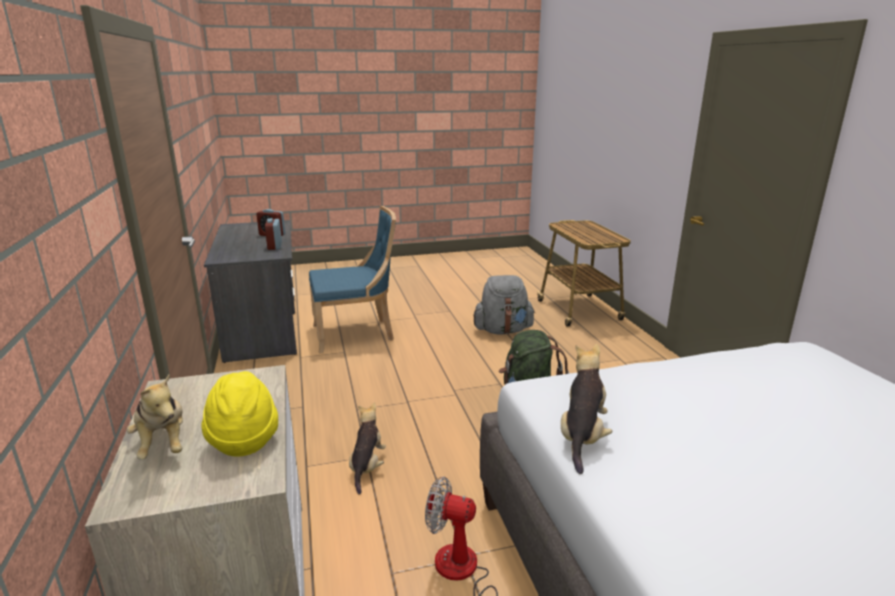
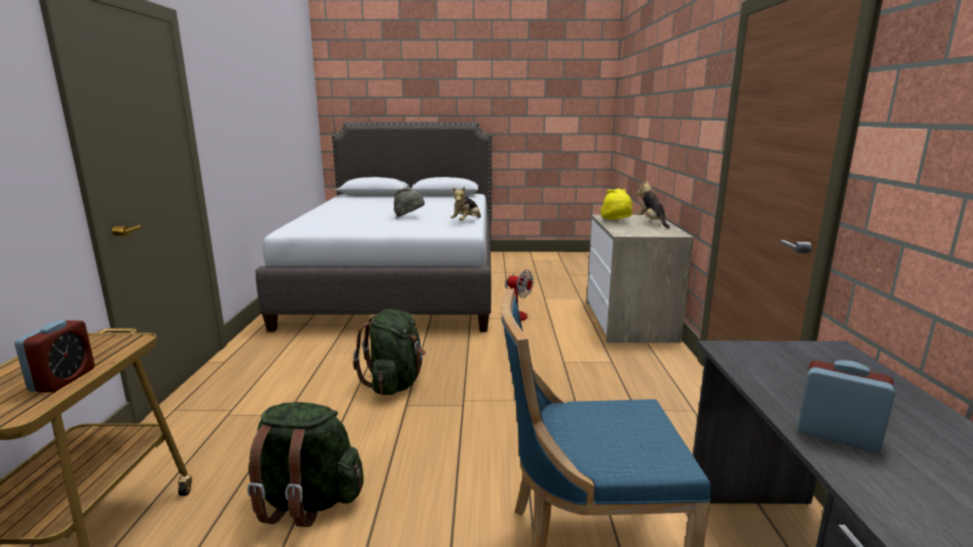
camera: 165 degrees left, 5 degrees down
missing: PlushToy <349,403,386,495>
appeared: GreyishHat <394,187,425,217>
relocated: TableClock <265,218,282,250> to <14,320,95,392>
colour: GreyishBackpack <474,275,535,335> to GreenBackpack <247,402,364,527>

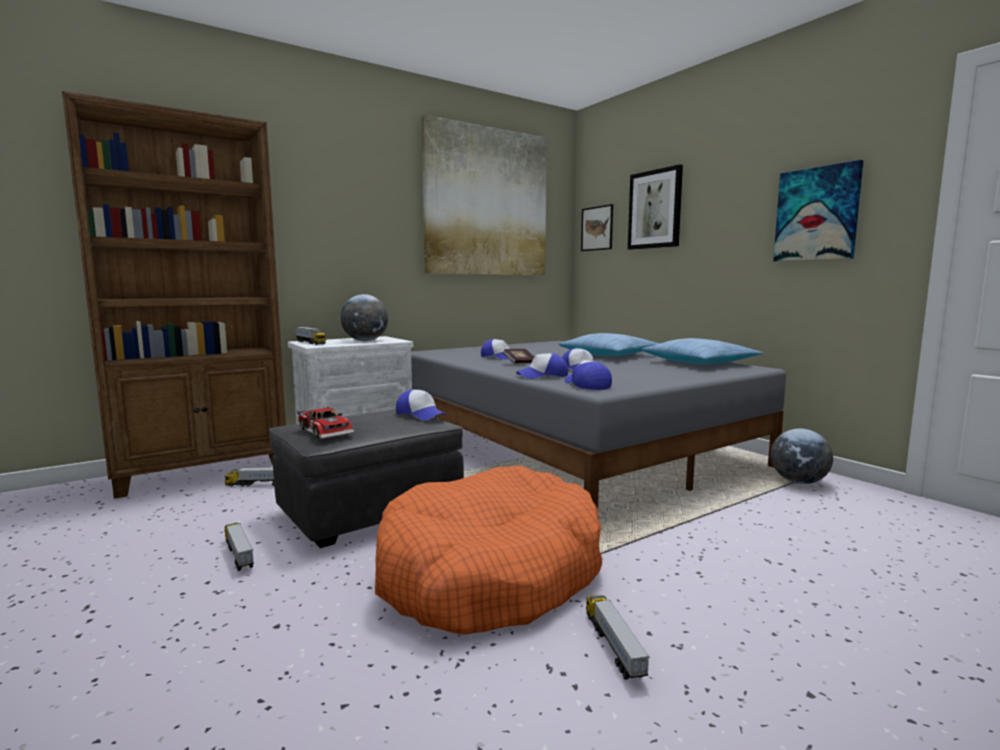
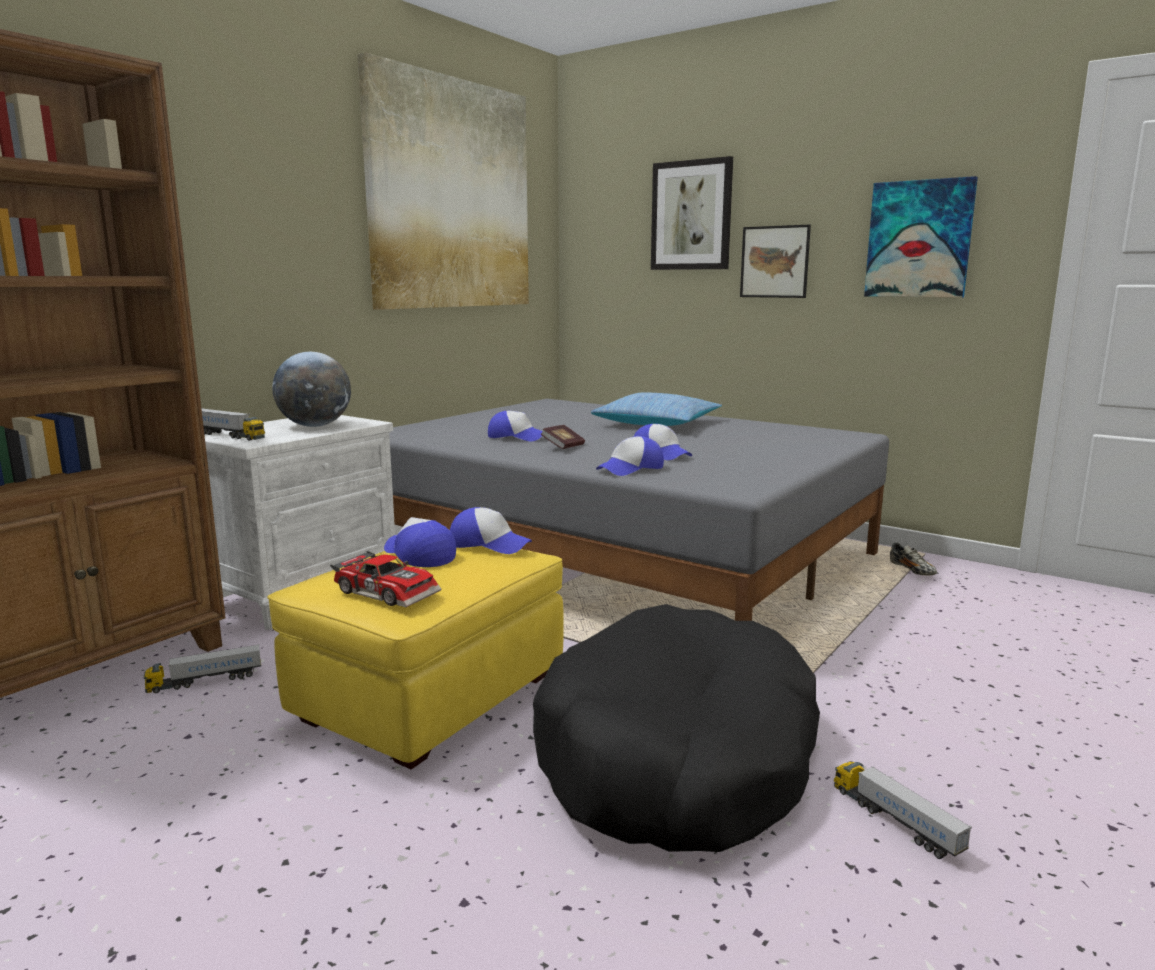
camera: 20 degrees left, 5 degrees up
missing: ToyTruck <224,522,254,571>; Pillow <642,338,763,364>
relocated: BaseballCap <565,360,612,390> to <384,517,456,567>; Picture <581,204,613,251> to <740,225,811,298>
exchanged: DeskGlobe <771,429,833,484> to Shoe <890,542,937,576>
colour: GreyishPouffe <269,410,464,548> to YellowPouffe <267,546,564,770>; OrangeyDogBed <375,466,602,635> to BlackishDogBed <533,604,820,852>

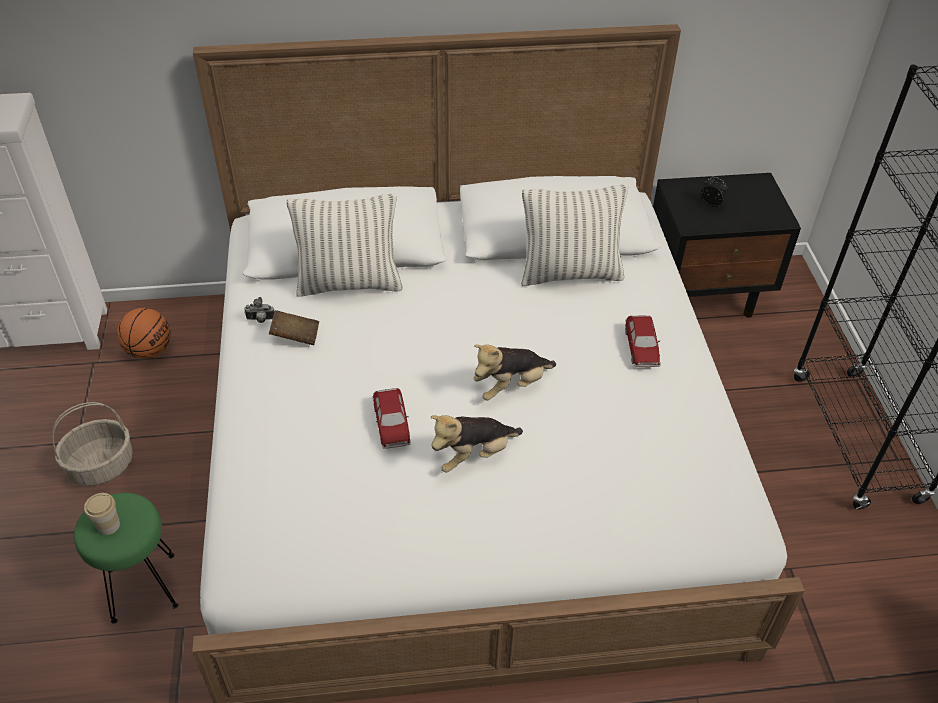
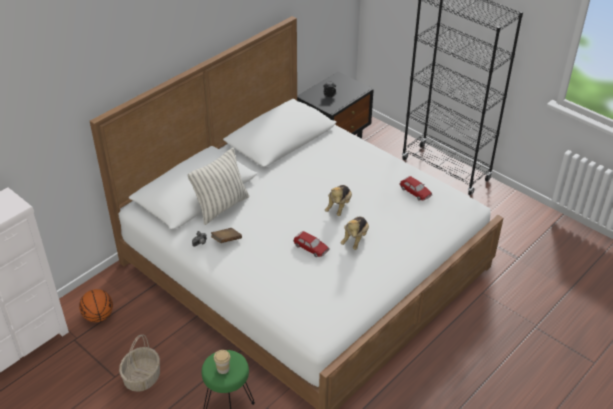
camera: 40 degrees left, 5 degrees down
missing: Pillow <521,184,628,286>
relocated: MiniatureCar <625,316,660,367> to <399,176,433,201>

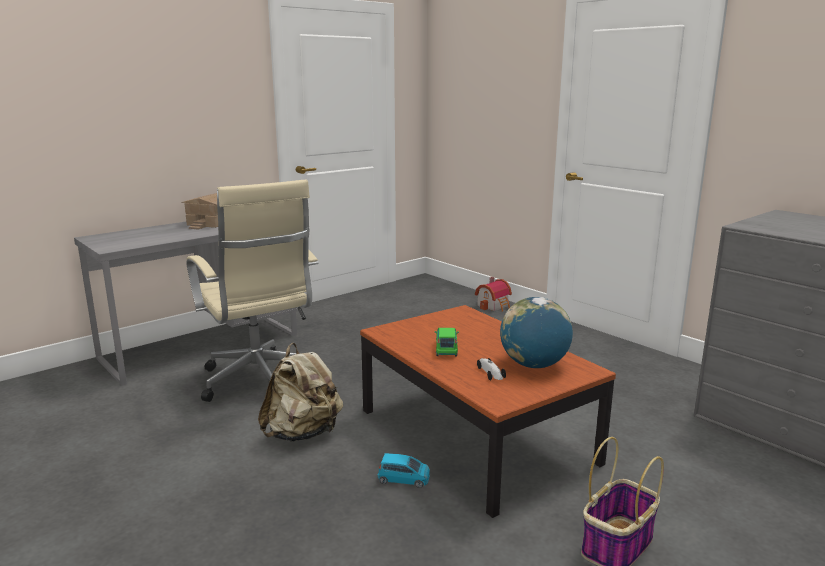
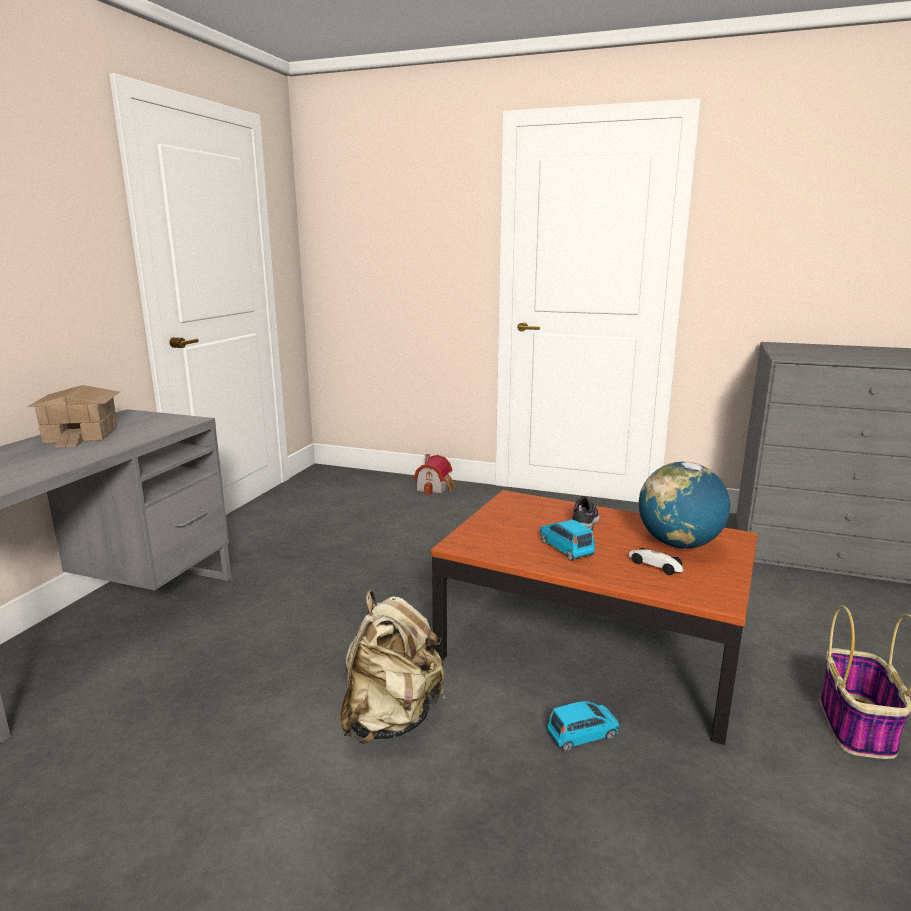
camera: 30 degrees left, 0 degrees up
missing: BeigeColouredDeskChair <186,180,319,402>
appeared: Shoe <572,496,600,531>
colour: GreenMiniatureCar <435,328,459,356> to BluishMiniatureCar <540,520,595,561>

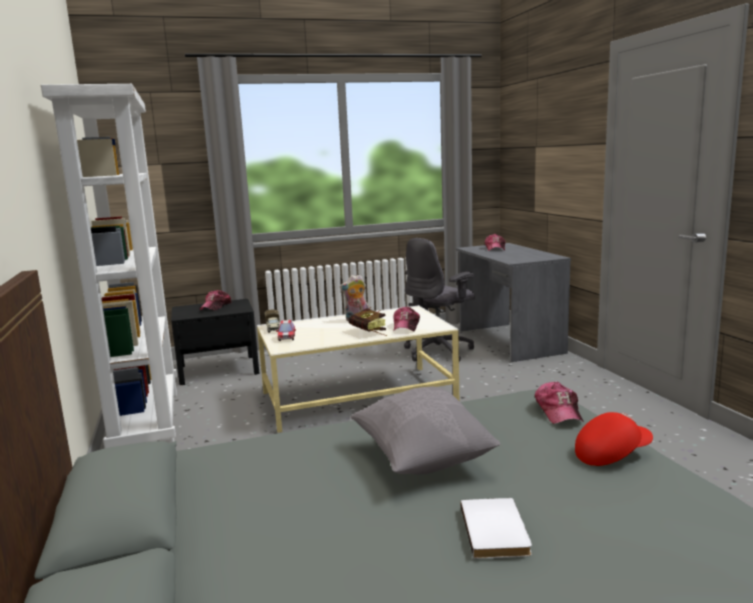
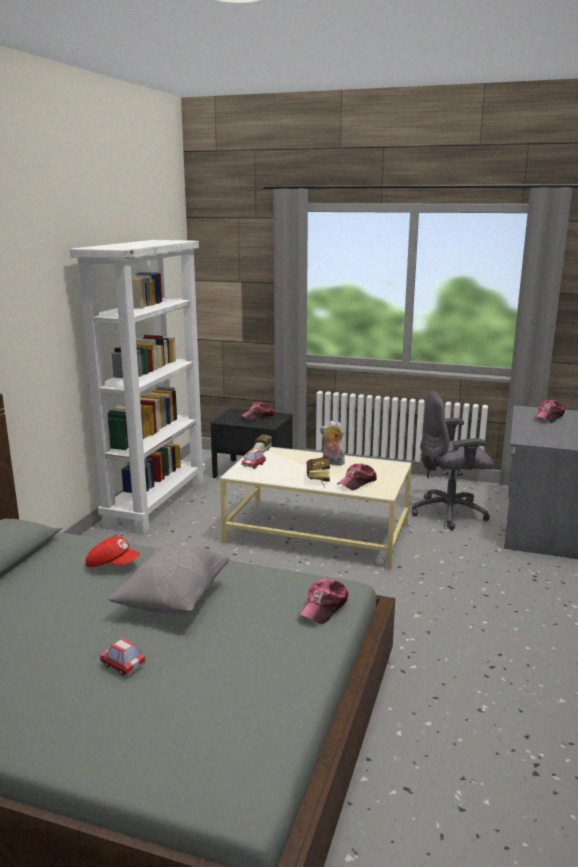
camera: 35 degrees right, 5 degrees up
relocated: RedColouredBaseballCap <575,412,653,466> to <86,536,140,567>
exchanged: WhiteVolume <460,498,532,559> to MiniatureCar <100,638,146,676>

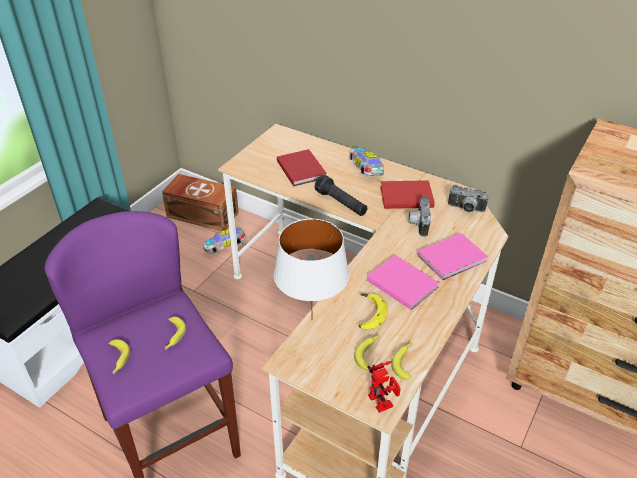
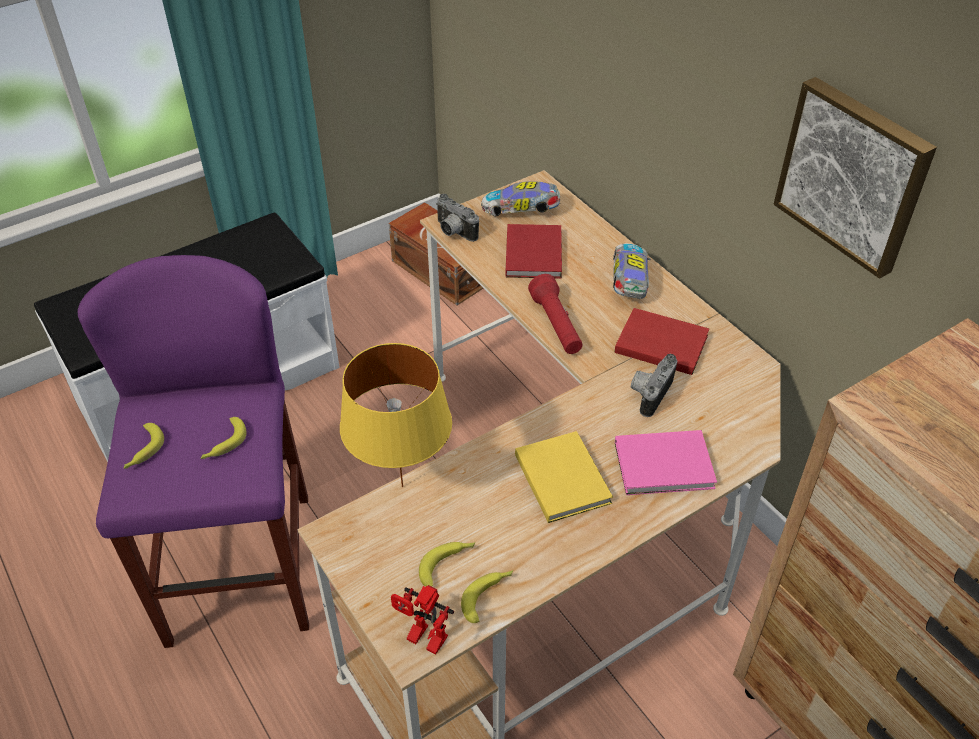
camera: 25 degrees right, 5 degrees up
missing: BananaFruit <359,293,388,330>
appeared: Picture <774,77,937,278>
relocated: StillCamera <448,185,489,212> to <436,194,479,242>; MiniatureCar <203,227,246,253> to <481,181,560,216>
colour: WhiteTableLamp <274,219,349,320> to YellowTableLamp <340,343,452,487>; PinkColouredVolume <367,255,440,310> to YellowVolume <515,431,613,523>; BlackishTorch <315,175,367,216> to RedColouredTorch <528,274,582,354>
spun: ToyRobot <367,361,401,413> = <391,585,454,655> 120 degrees clockwise

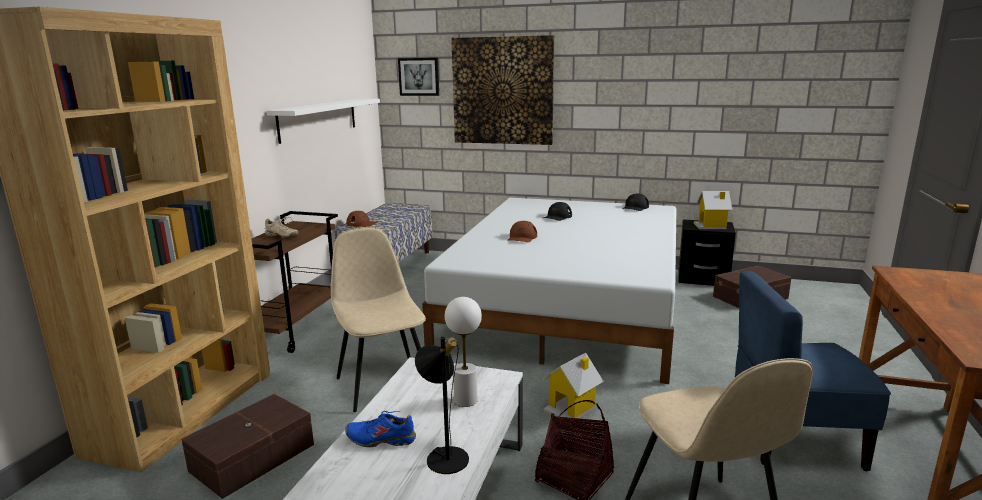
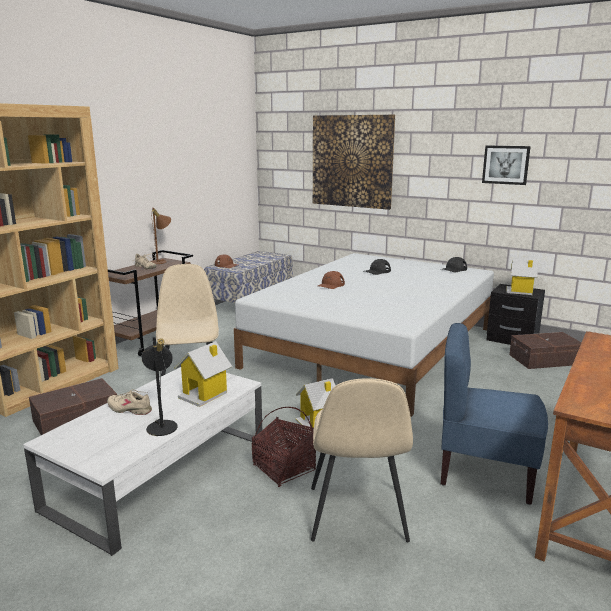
camera: 15 degrees right, 0 degrees up
missing: WhiteShelf <267,99,380,144>
appeared: BrownTableLamp <151,208,171,264>
relocated: Picture <398,58,439,96> to <482,145,531,185>
exchanged: WhiteTableLamp <445,297,482,407> to MiniatureHouse <175,341,232,407>
colour: BluishShoe <345,411,416,447> to BeigeColouredShoe <107,390,152,415>

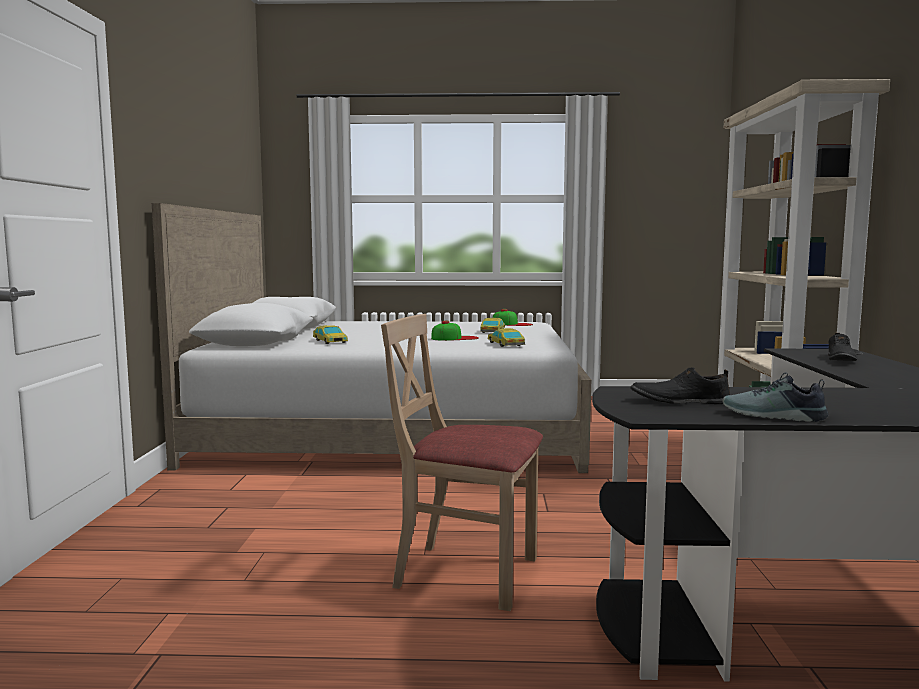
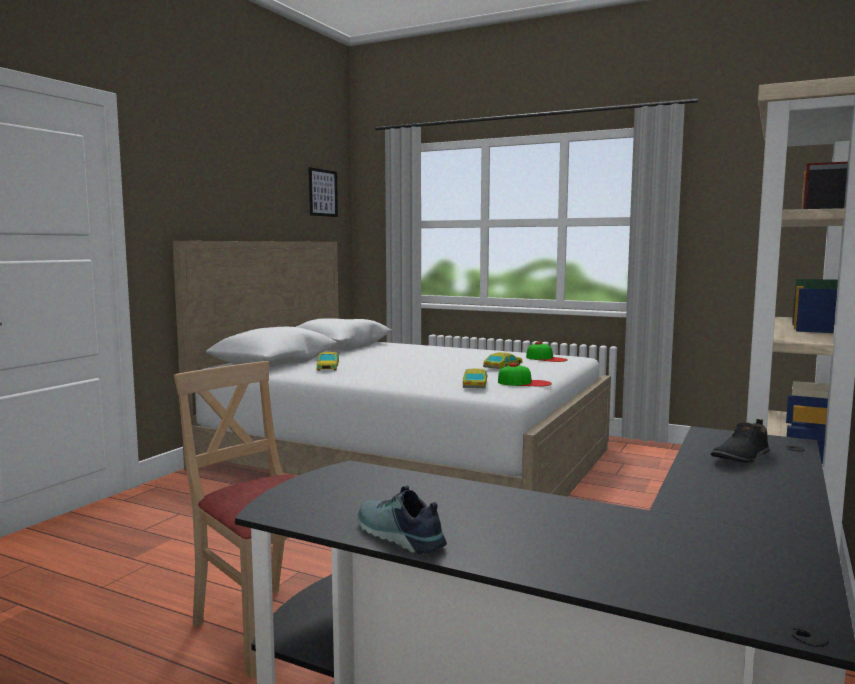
camera: 25 degrees right, 0 degrees up
missing: BlackishShoe <630,367,730,404>
appeared: Picture <309,167,338,217>
relocated: BaseballCap <431,321,479,341> to <498,363,552,386>

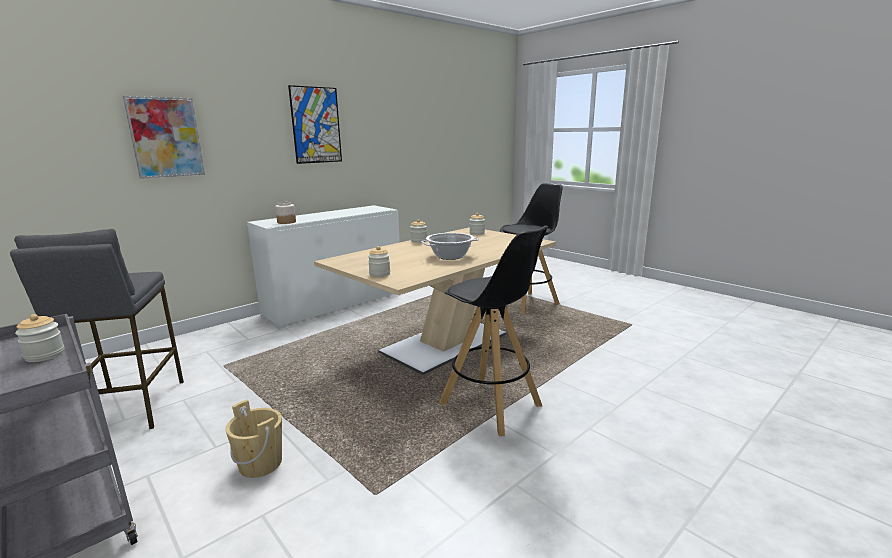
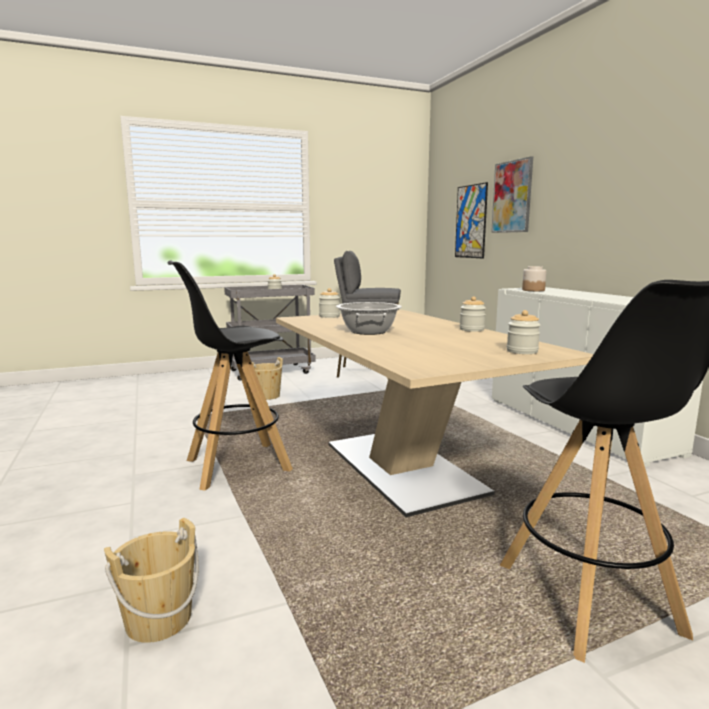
camera: 110 degrees right, 5 degrees down
appeared: BeigeColouredBucket <104,517,199,643>
relocated: Picture <288,85,342,164> to <455,182,488,258>

